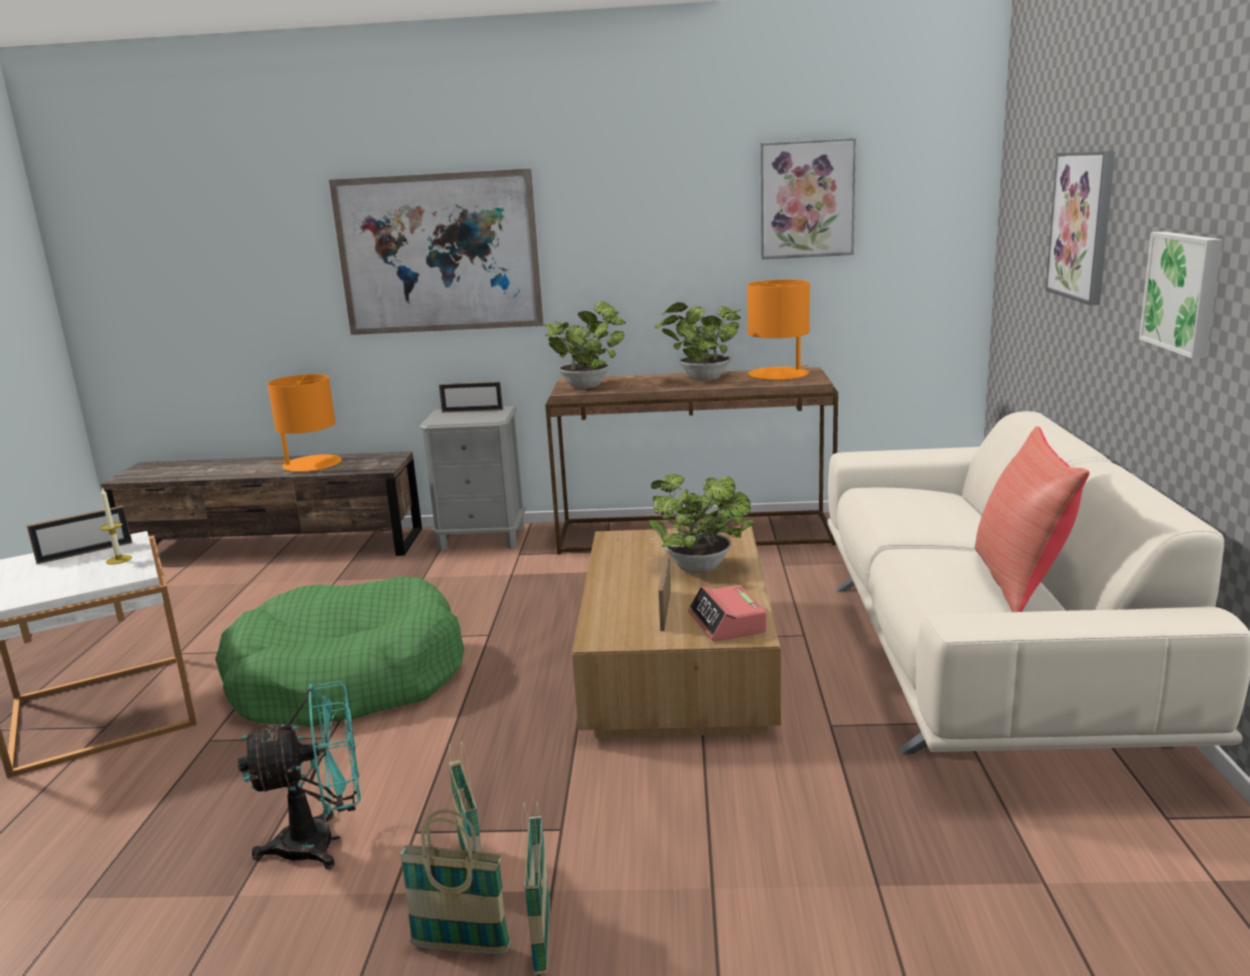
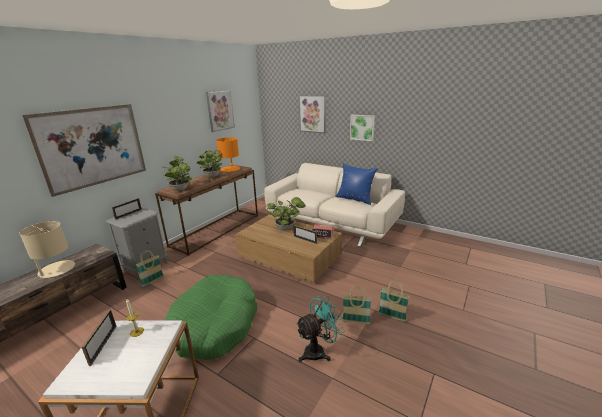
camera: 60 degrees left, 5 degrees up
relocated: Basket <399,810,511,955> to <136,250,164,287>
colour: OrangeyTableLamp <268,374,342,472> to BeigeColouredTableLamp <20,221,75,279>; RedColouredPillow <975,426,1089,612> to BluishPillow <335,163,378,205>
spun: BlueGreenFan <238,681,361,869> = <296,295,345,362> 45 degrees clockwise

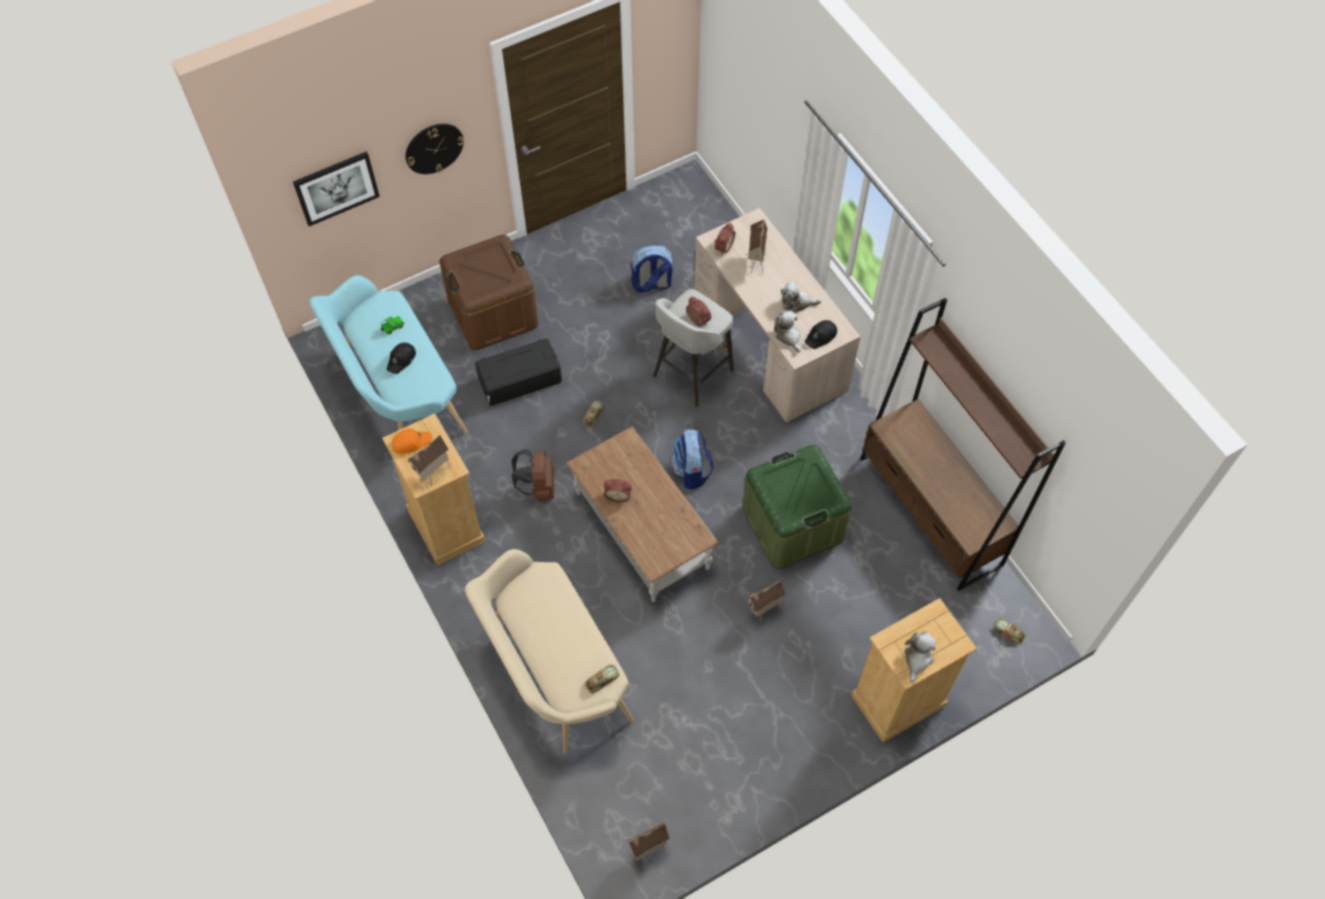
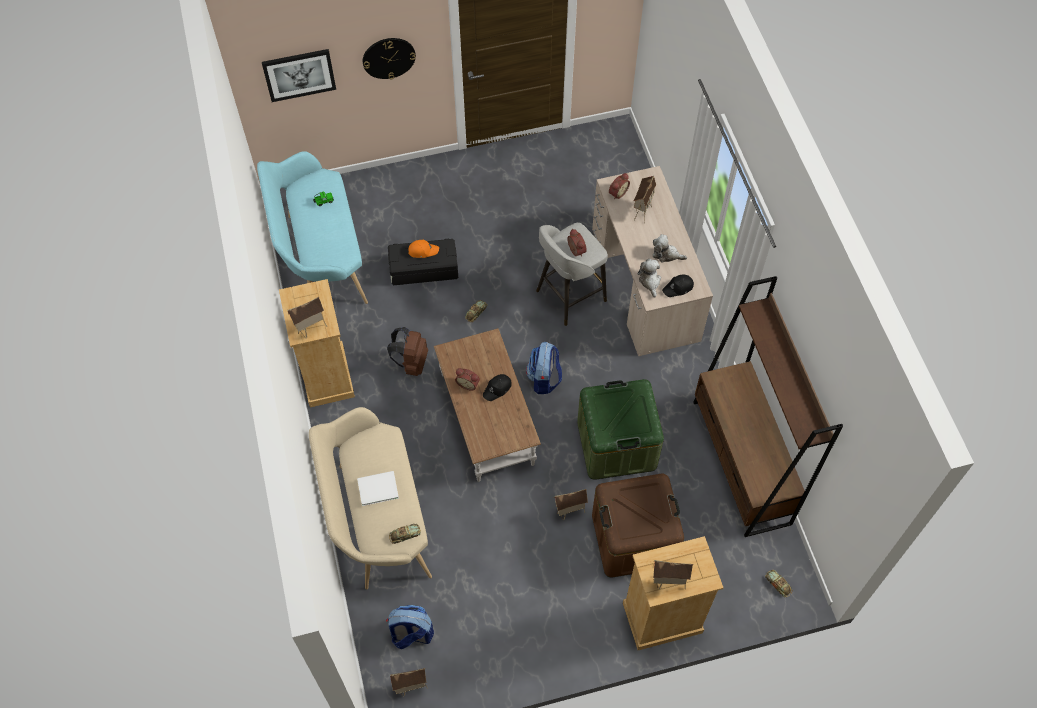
camera: 15 degrees right, 0 degrees up
appeared: WhiteVolume <357,471,399,506>
relocated: Backpack <631,245,672,293> to <386,605,434,649>; OrangeyBaseballCap <392,428,432,454> to <408,240,439,258>; BlackishBaseballCap <387,343,416,374> to <483,374,512,401>; BrownStorageBin <440,235,538,350> to <592,474,684,578>
exchanged: PlushToy <904,632,936,682> to MiniatureHouse <653,560,693,589>

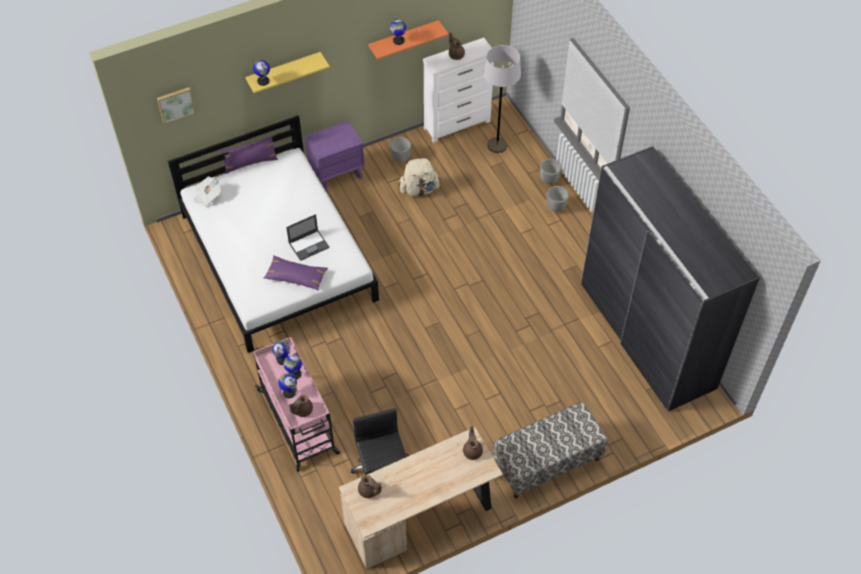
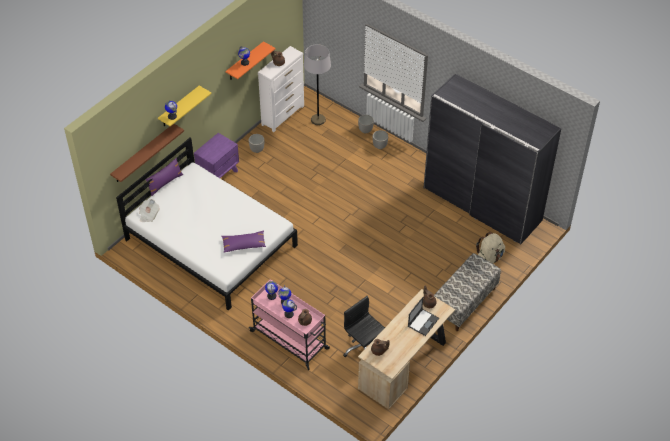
camera: 25 degrees left, 5 degrees down
missing: Picture <157,87,196,124>
appeared: BrownShelf <110,124,184,182>
relocated: PortableComputer <286,214,329,261> to <408,297,439,336>; BeigeColouredBackpack <399,156,441,196> to <476,232,505,264>

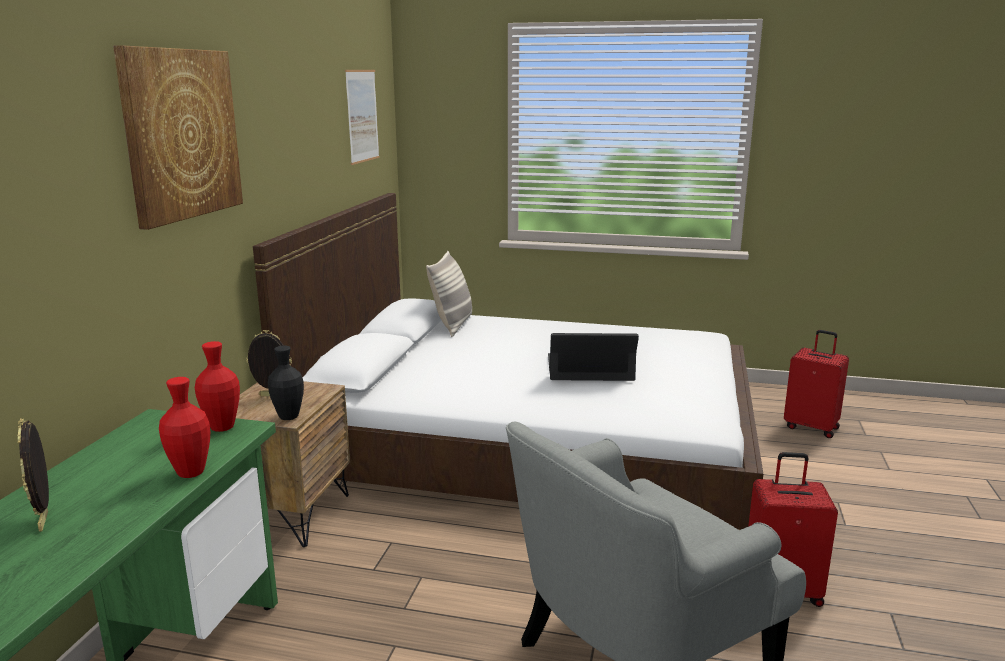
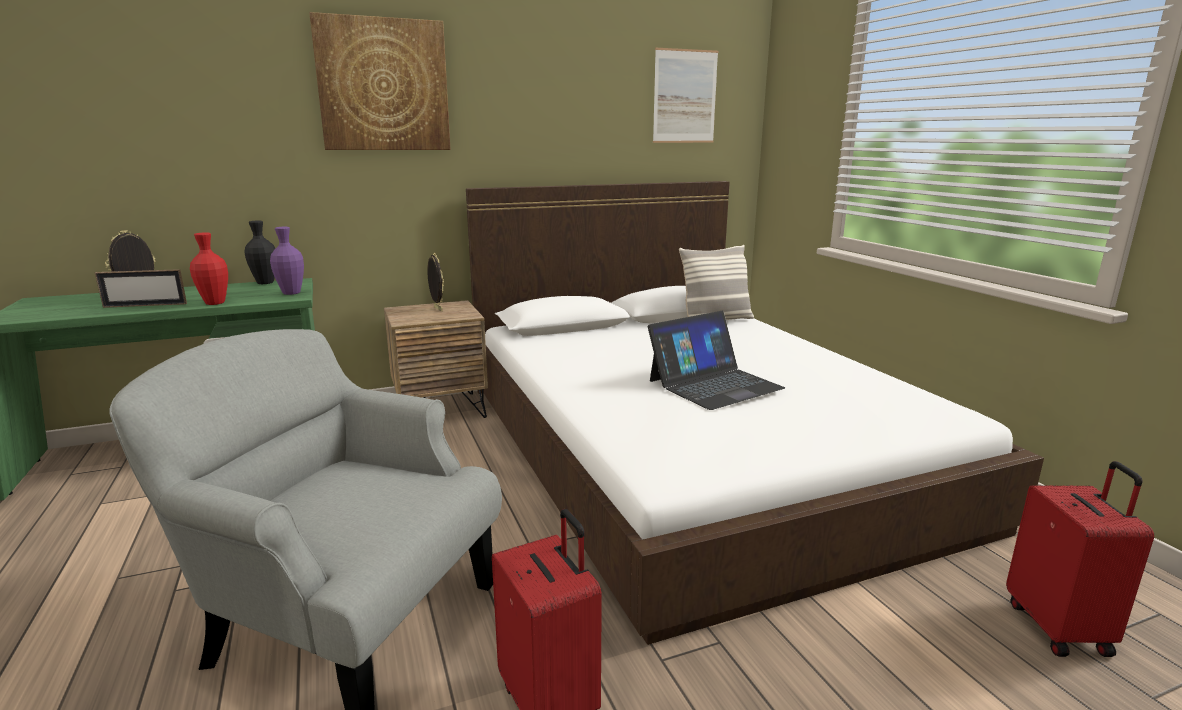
camera: 55 degrees right, 0 degrees up
appeared: StandingFrame <95,269,187,308>
relocated: BlackishVase <268,346,304,420> to <244,221,275,284>
colour: RedColouredVase <195,341,240,432> to PurpleColouredVase <270,227,304,295>
spun: PortableComputer <548,333,639,381> = <648,311,785,410> 90 degrees clockwise

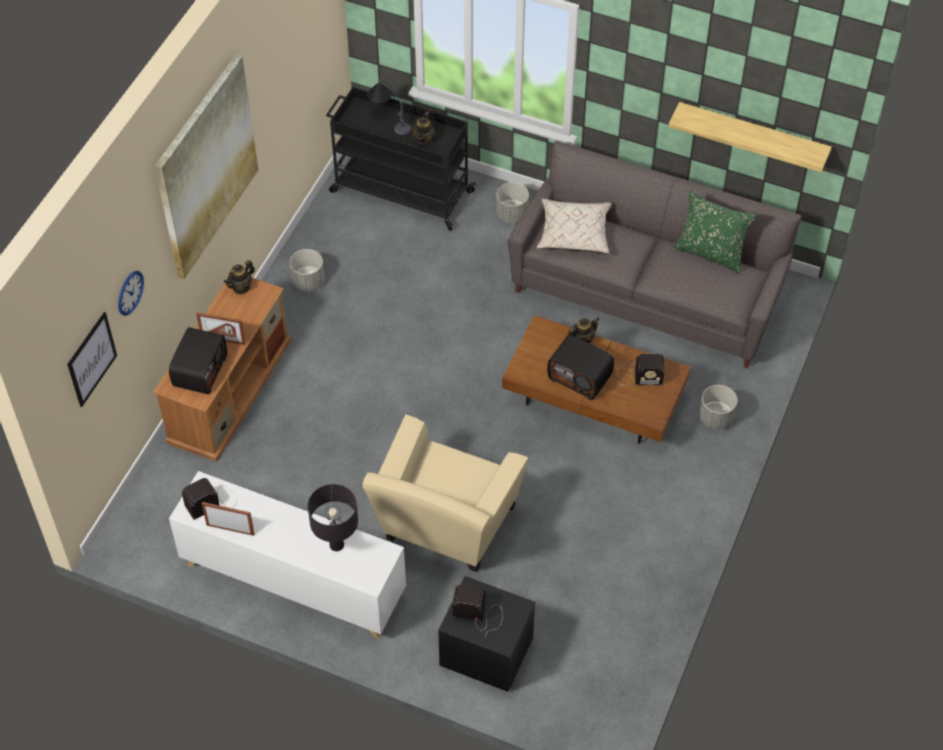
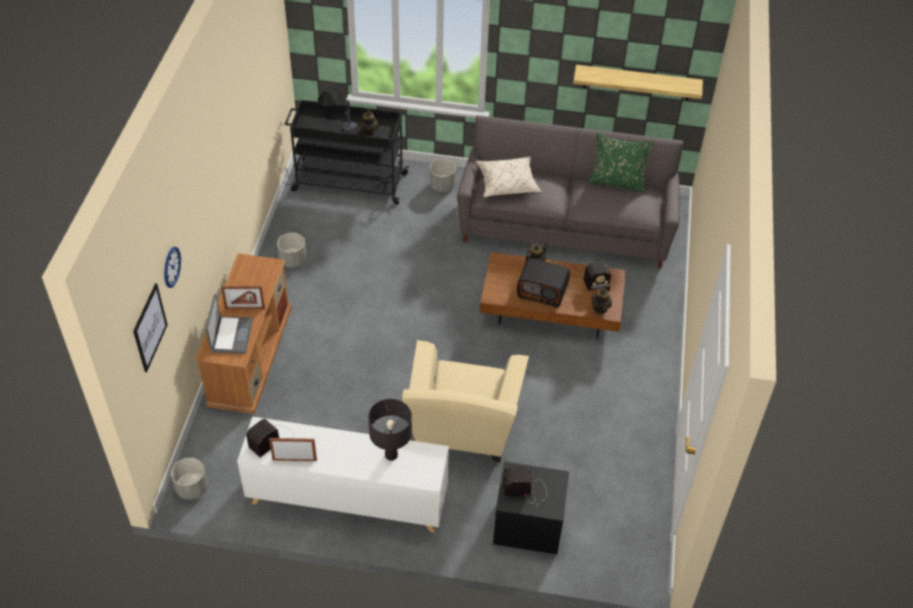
camera: 15 degrees left, 5 degrees down
missing: Picture <155,55,258,279>
relocated: GreyishFlowerPot <699,385,737,430> to <171,458,208,500>; Teapot <224,260,255,294> to <591,284,612,314>
exchanged: RadioReceiver <169,327,227,394> to PortableComputer <206,294,253,354>

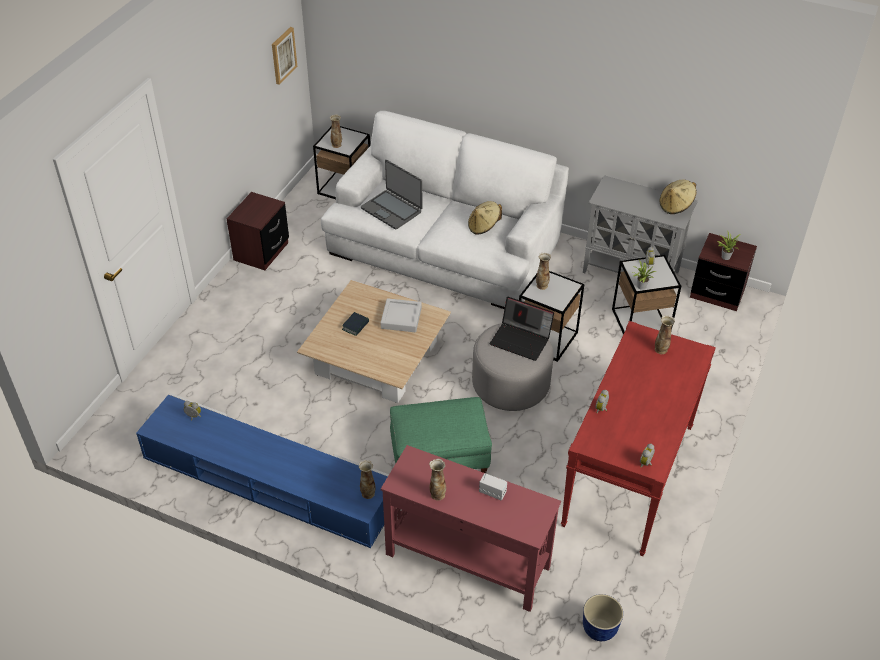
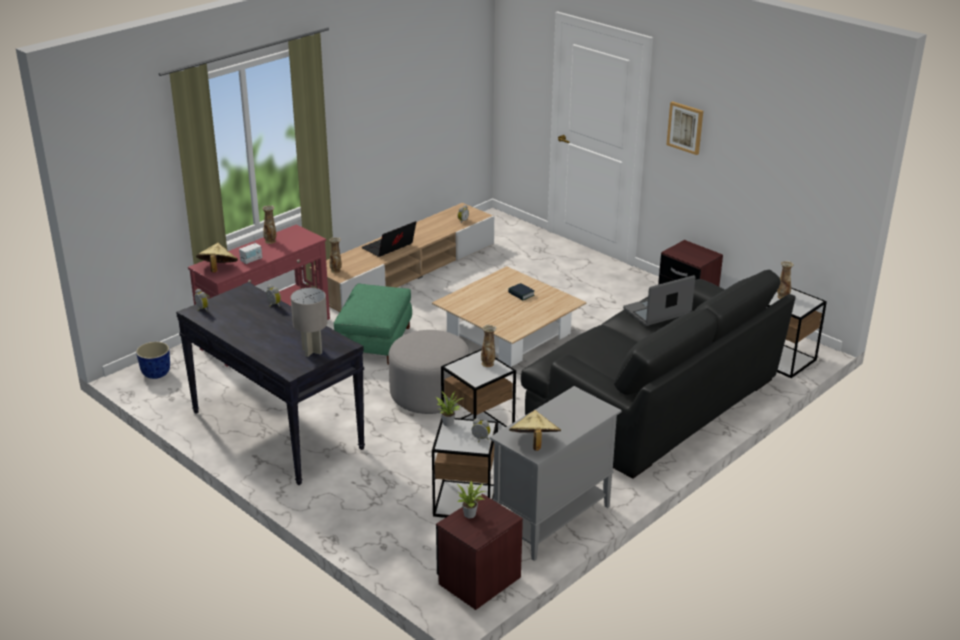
camera: 110 degrees right, 15 degrees down
missing: GreyishCarryingTray <380,298,422,332>
relocated: BeigeColouredHat <468,201,502,235> to <196,243,238,273>; PortableComputer <490,297,554,361> to <362,221,416,257>; Picture <272,27,297,85> to <666,101,703,155>
exchanged: Vase <655,315,675,354> to GreyishTableLamp <291,288,328,357>
colour: RedColouredConsoleTable <561,321,716,556> to BlackishConsoleTable <176,282,365,485>; BluishTvStand <136,393,389,548> to BeigeColouredTvStand <309,203,494,313>; WhiteCouch <321,111,569,309> to BlackishCouch <521,270,796,479>

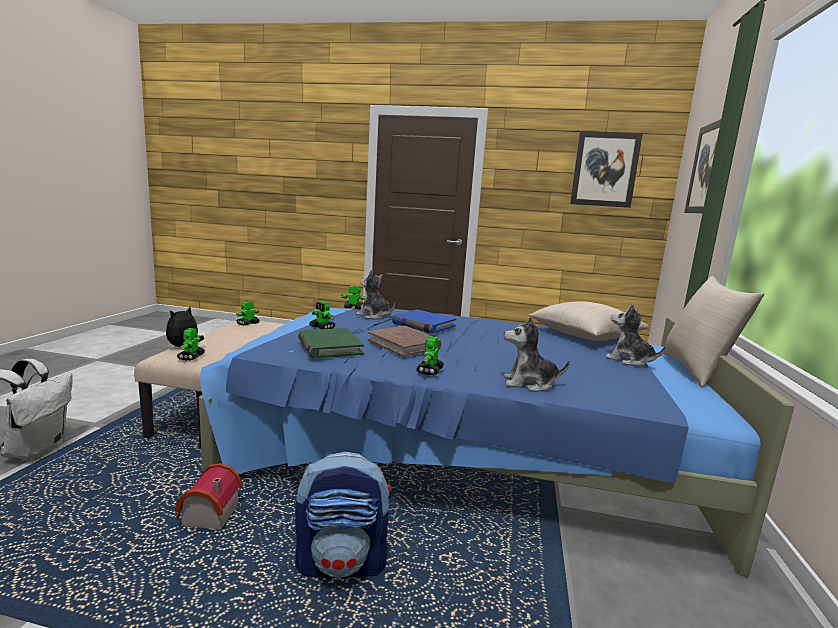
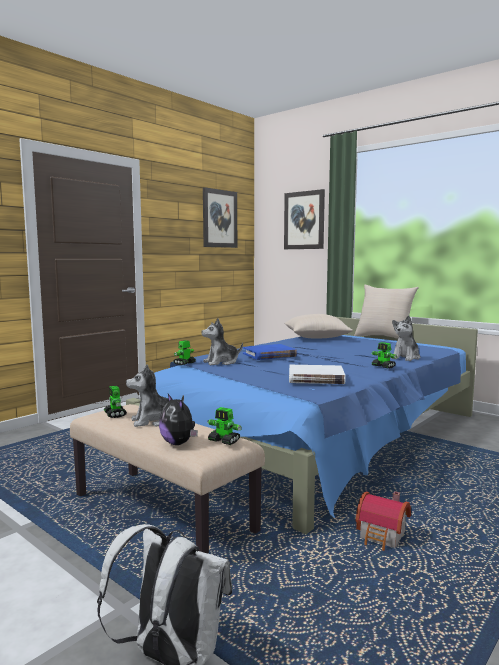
camera: 60 degrees left, 5 degrees down
missing: Backpack <295,451,392,578>; ToyRobot <309,301,335,329>; BrownVolume <368,326,442,357>
relocated: PlushToy <605,304,666,366> to <126,364,184,427>
colour: GreenVolume <298,328,364,359> to WhiteVolume <289,365,346,384>

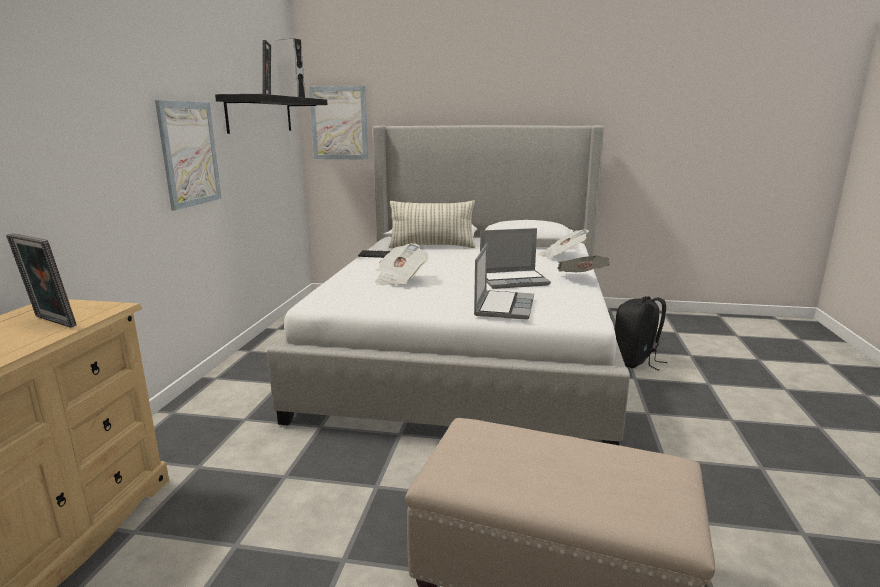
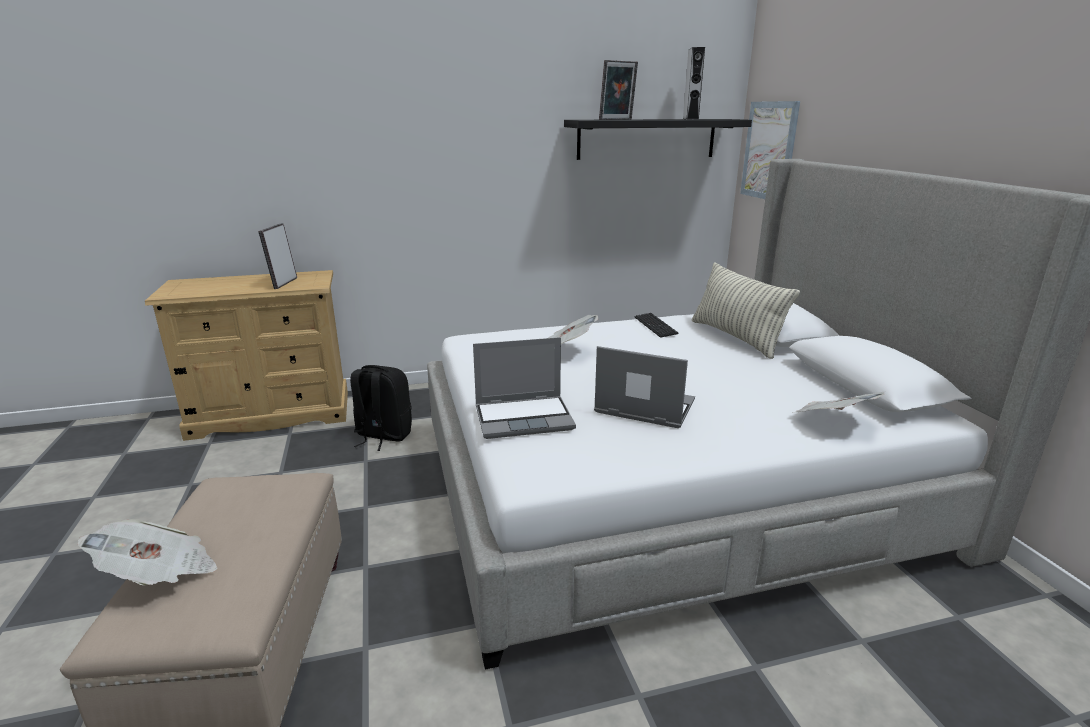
camera: 65 degrees right, 5 degrees up
missing: Picture <155,100,222,210>
relocated: DailyPaper <558,256,610,272> to <78,519,218,586>; BlackishBackpack <615,296,668,371> to <350,365,412,451>
spun: PortableComputer <480,228,551,289> = <594,346,695,428> 150 degrees clockwise

